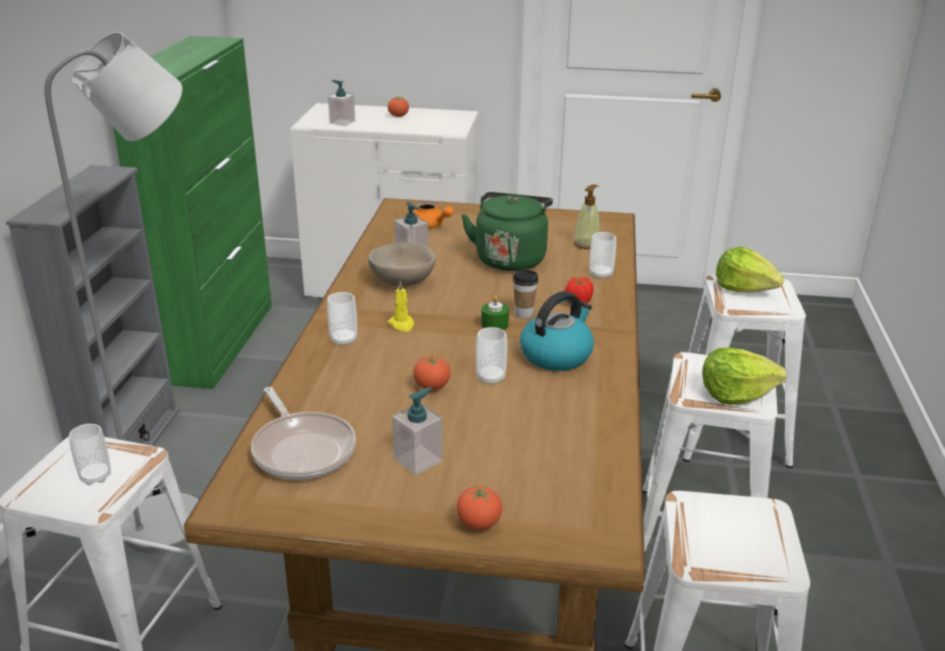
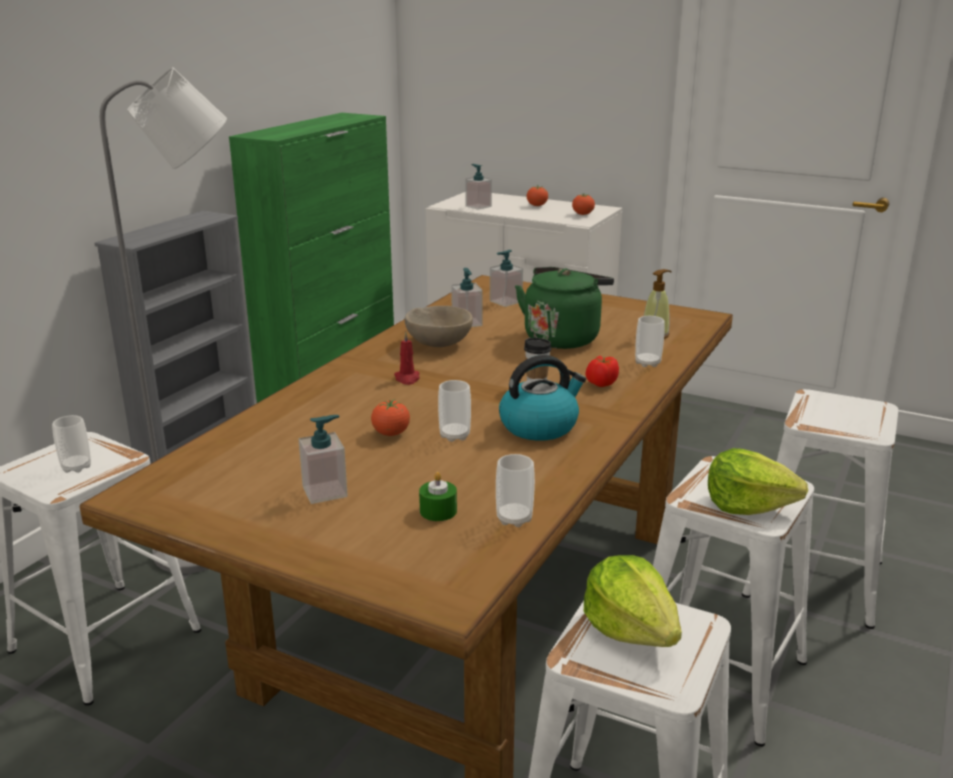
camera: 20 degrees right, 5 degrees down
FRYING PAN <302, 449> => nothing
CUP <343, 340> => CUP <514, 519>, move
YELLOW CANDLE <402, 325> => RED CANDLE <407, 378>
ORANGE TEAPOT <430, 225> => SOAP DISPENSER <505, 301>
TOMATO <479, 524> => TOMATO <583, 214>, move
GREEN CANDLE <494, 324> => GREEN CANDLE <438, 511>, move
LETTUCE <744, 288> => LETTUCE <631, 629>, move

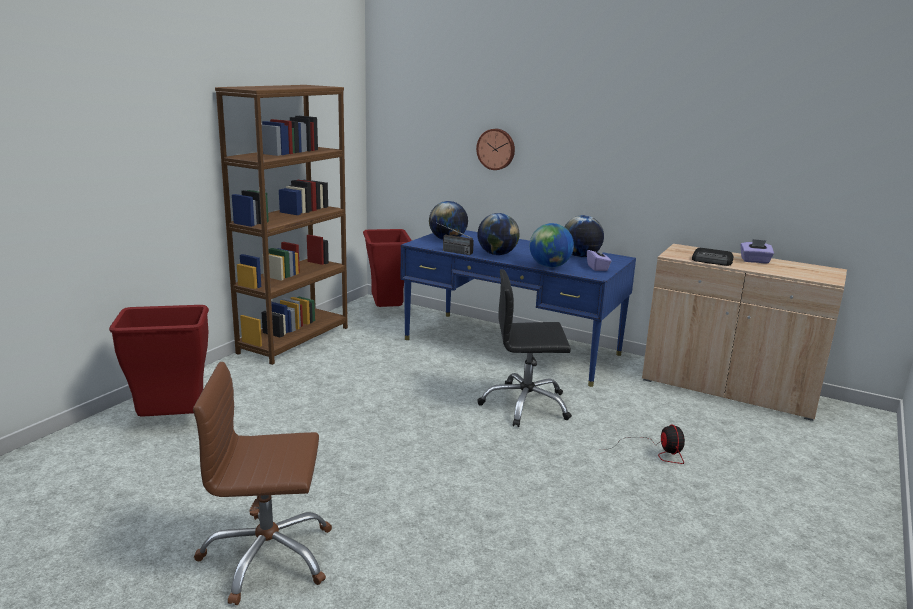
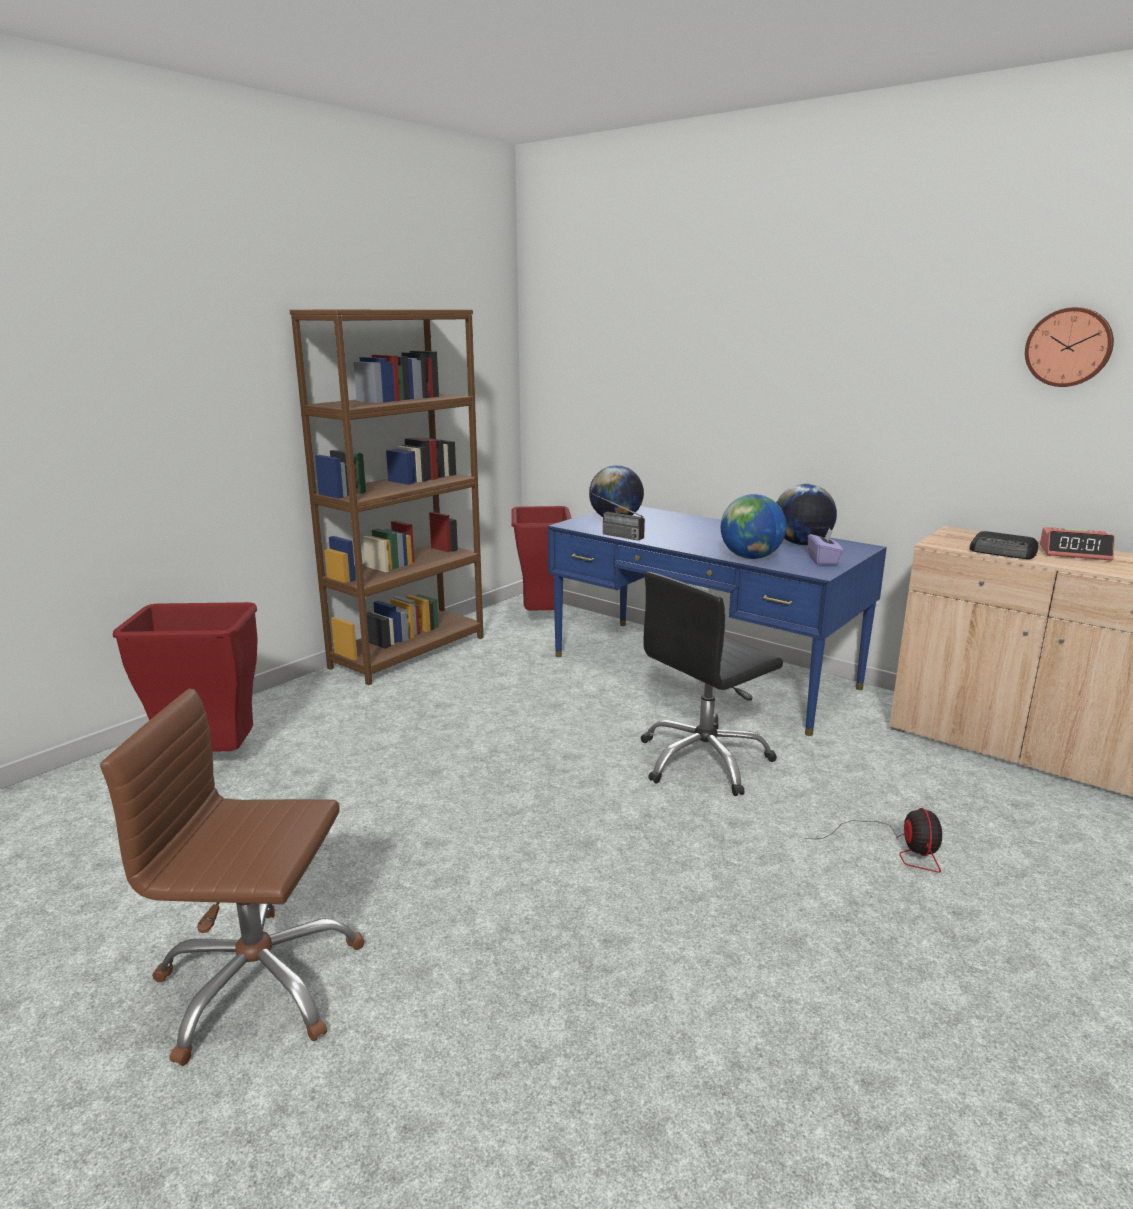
camera: 10 degrees right, 0 degrees up
WALL CLOCK <496, 149> => WALL CLOCK <1069, 347>, move
GLOBE <497, 254> => nothing
BLACK OFFICE CHAIR <525, 405> => BLACK OFFICE CHAIR <704, 760>, 45 degrees counterclockwise
PURPLE TISSUE BOX <755, 261> => ALARM CLOCK <1075, 553>

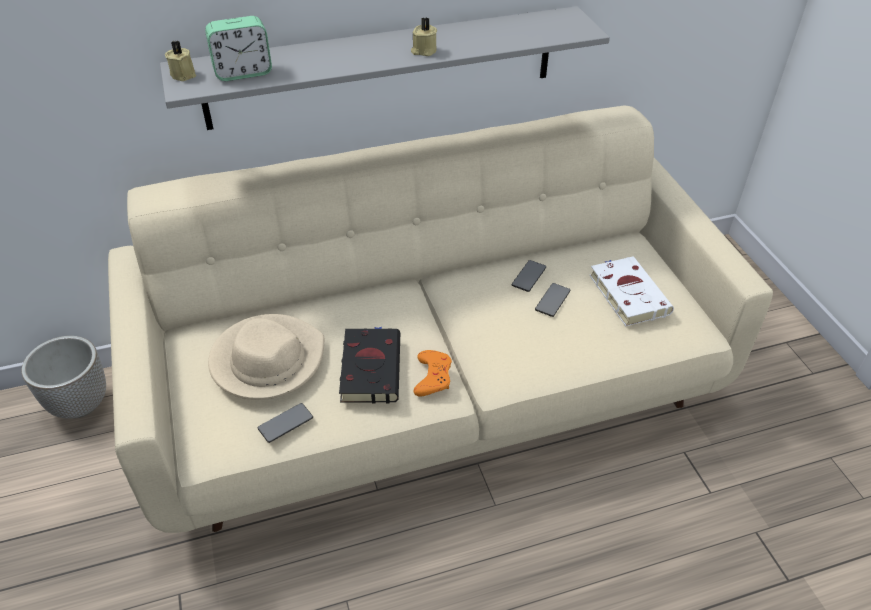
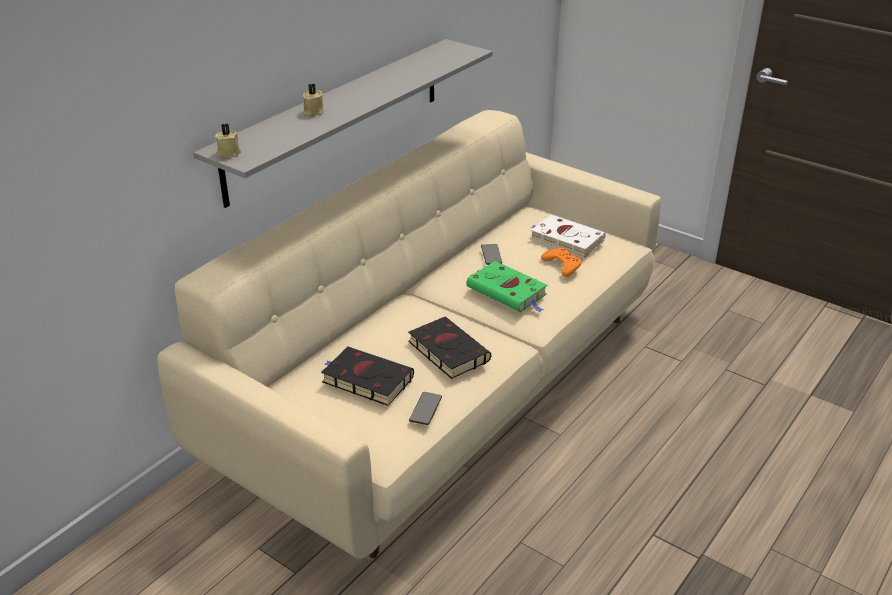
camera: 35 degrees left, 10 degrees down
PLANTER <81, 404> => nothing
ALARM CLOCK <243, 72> => nothing
BEIGE HAT <267, 360> => BLACK BOOK <365, 379>
BEIGE CANDLE <423, 51> => BEIGE CANDLE <312, 112>, move
ORANGE GAME CONTROLLER <433, 376> => ORANGE GAME CONTROLLER <562, 265>, move
PHONE <552, 300> => nothing
nothing => GREEN BOOK <508, 292>

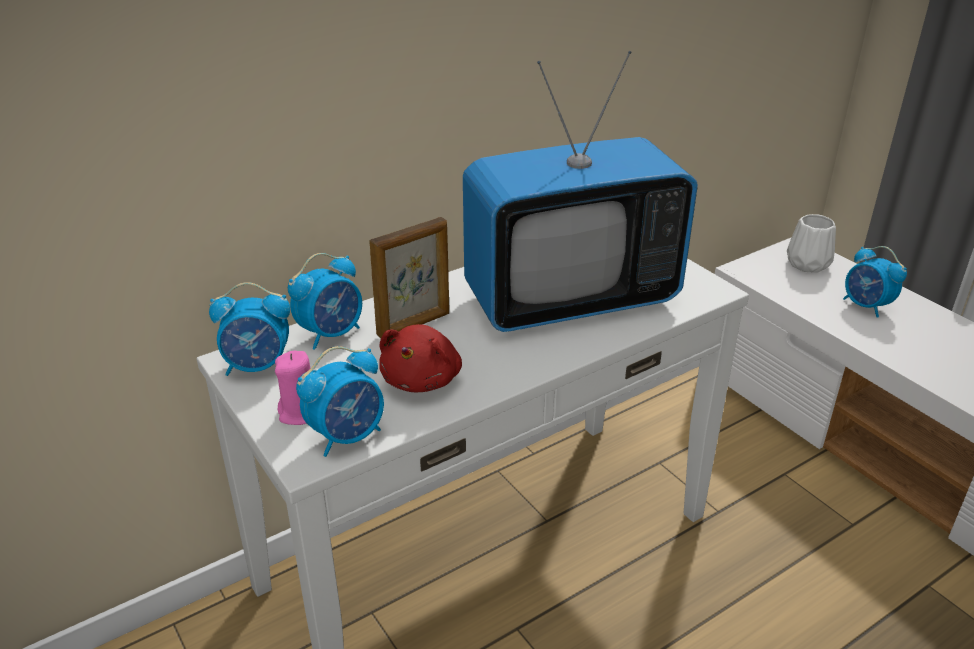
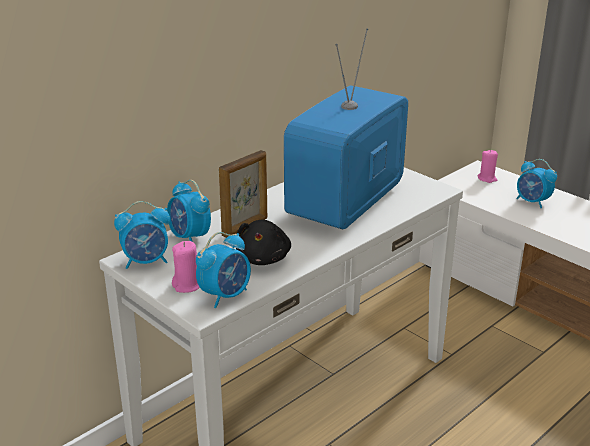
camera: 10 degrees left, 5 degrees down
ALARM CLOCK <331, 333> => ALARM CLOCK <189, 237>, 105 degrees clockwise
RED PLUSH TOY <423, 379> => BLACK PLUSH TOY <264, 258>
TELEVISION <570, 300> => TELEVISION <347, 203>, 150 degrees clockwise
WHITE VASE <806, 264> => PINK CANDLE <487, 178>

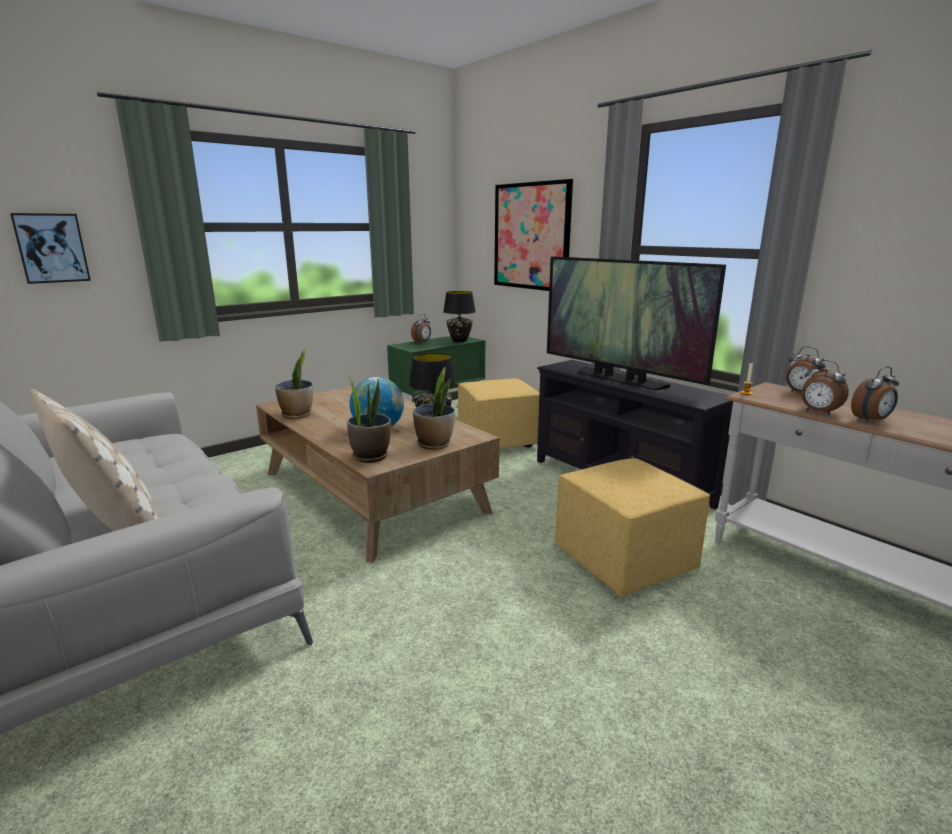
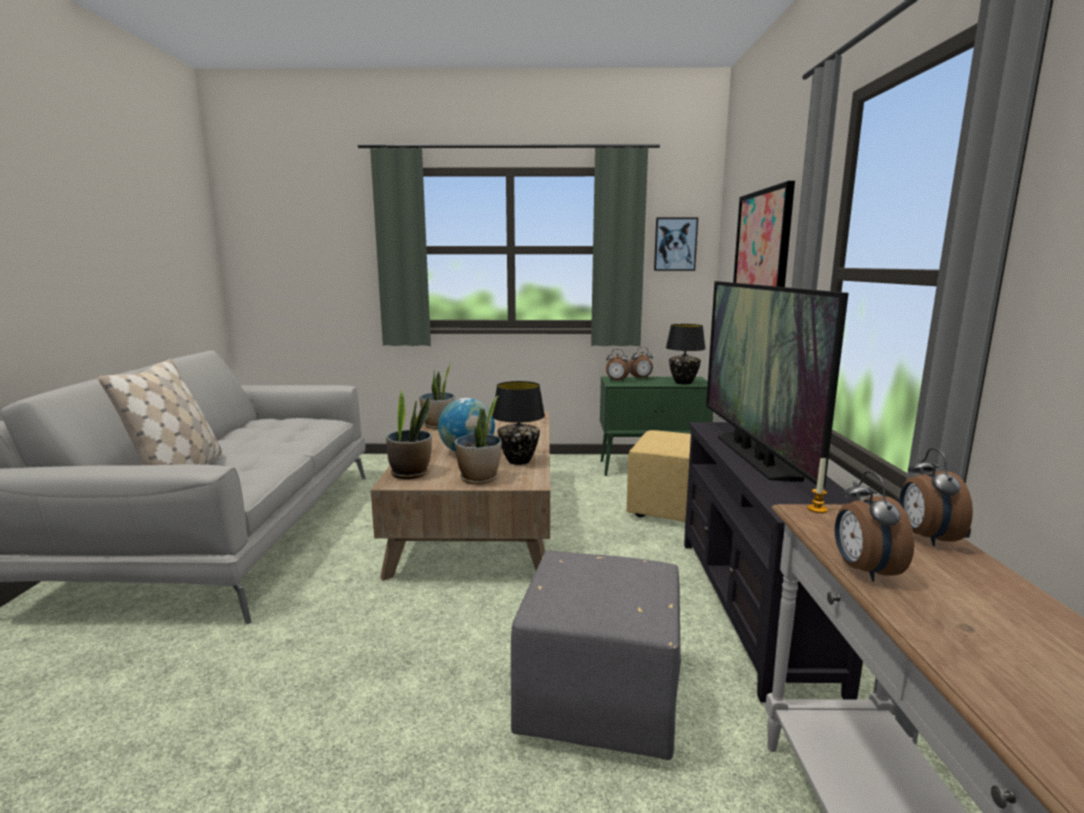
camera: 40 degrees right, 5 degrees down
PICTURE <51, 248> => PICTURE <675, 244>, move
YELLOW OTTOMAN <626, 561> => GREY OTTOMAN <601, 701>
ALARM CLOCK <871, 420> => ALARM CLOCK <616, 381>, move

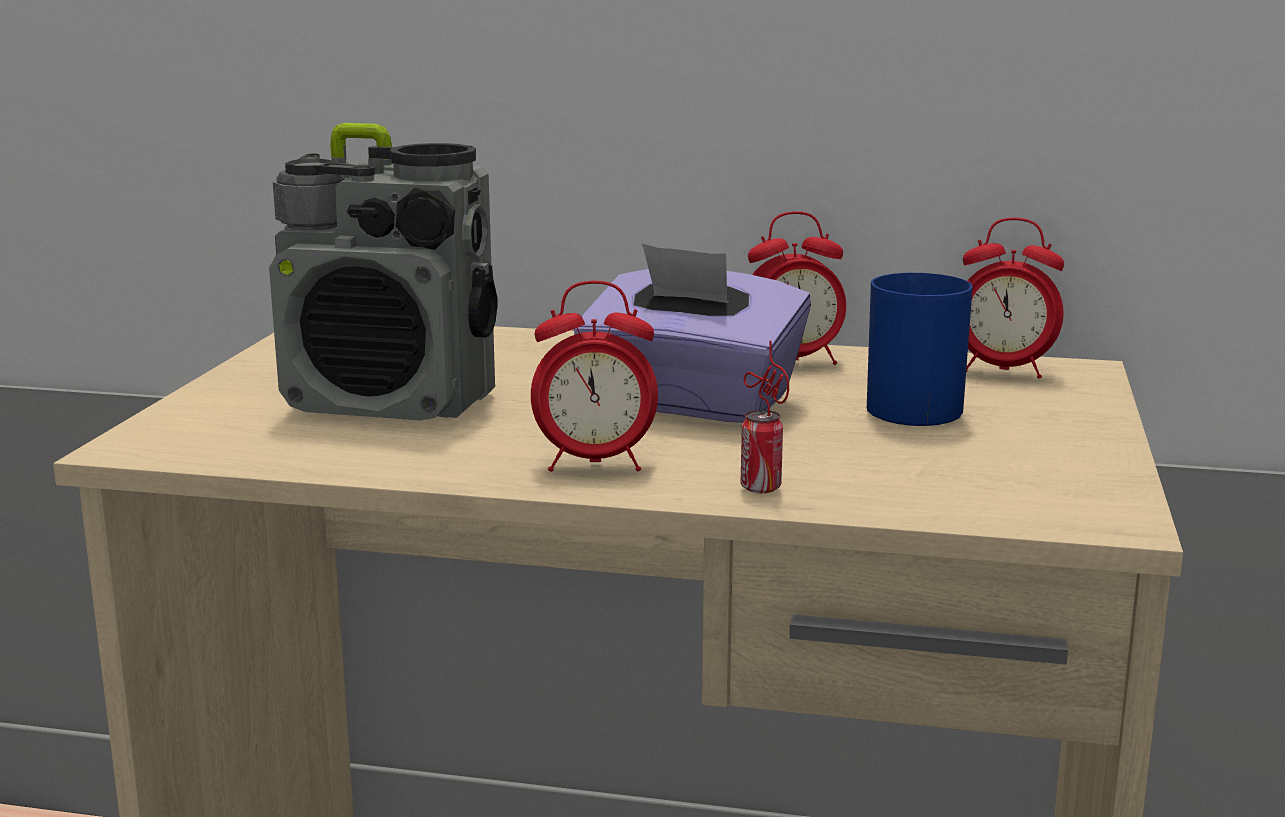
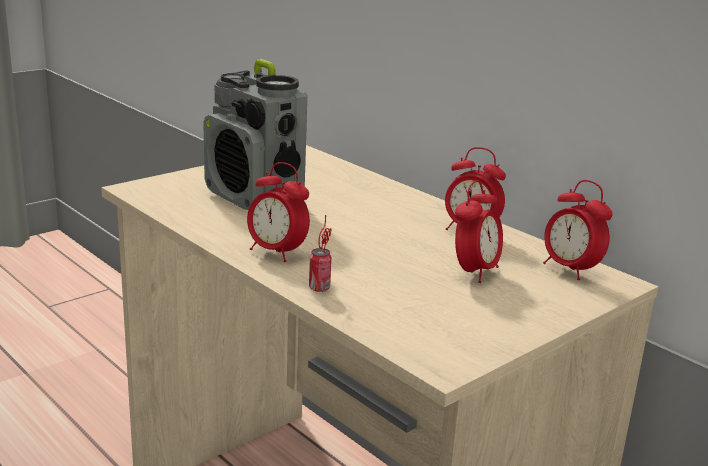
camera: 35 degrees right, 5 degrees up
PURPLE TISSUE BOX <690, 403> => nothing
BLUE MUG <908, 406> => ALARM CLOCK <475, 272>

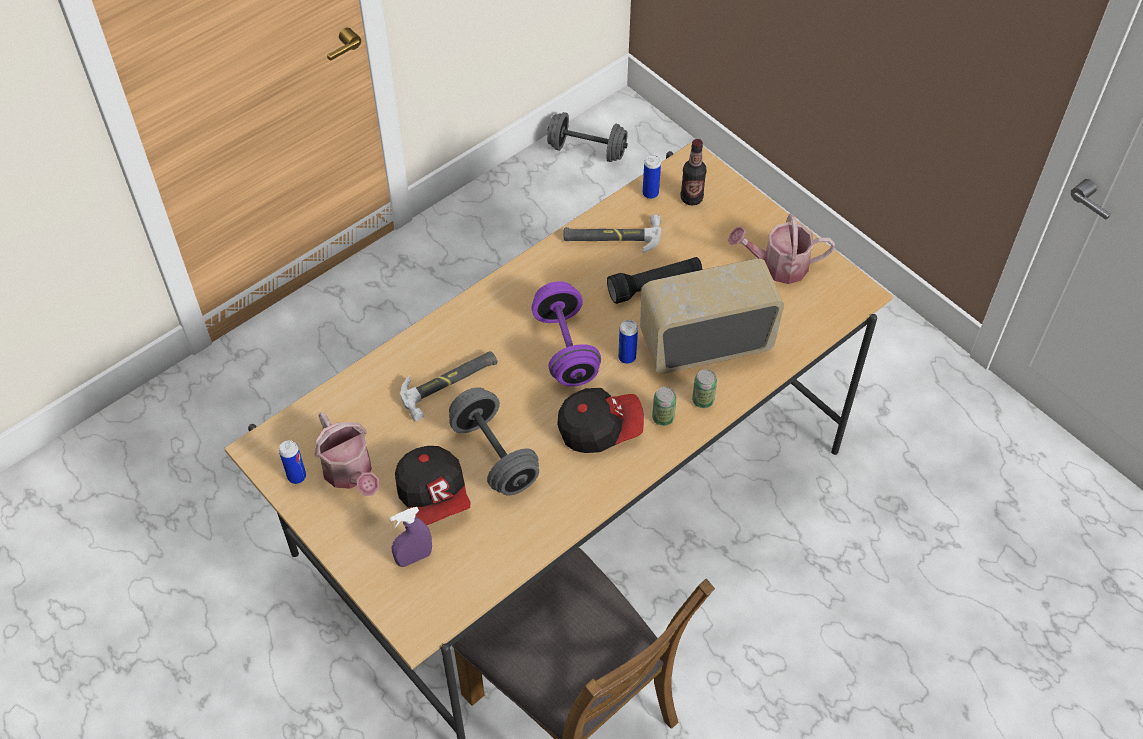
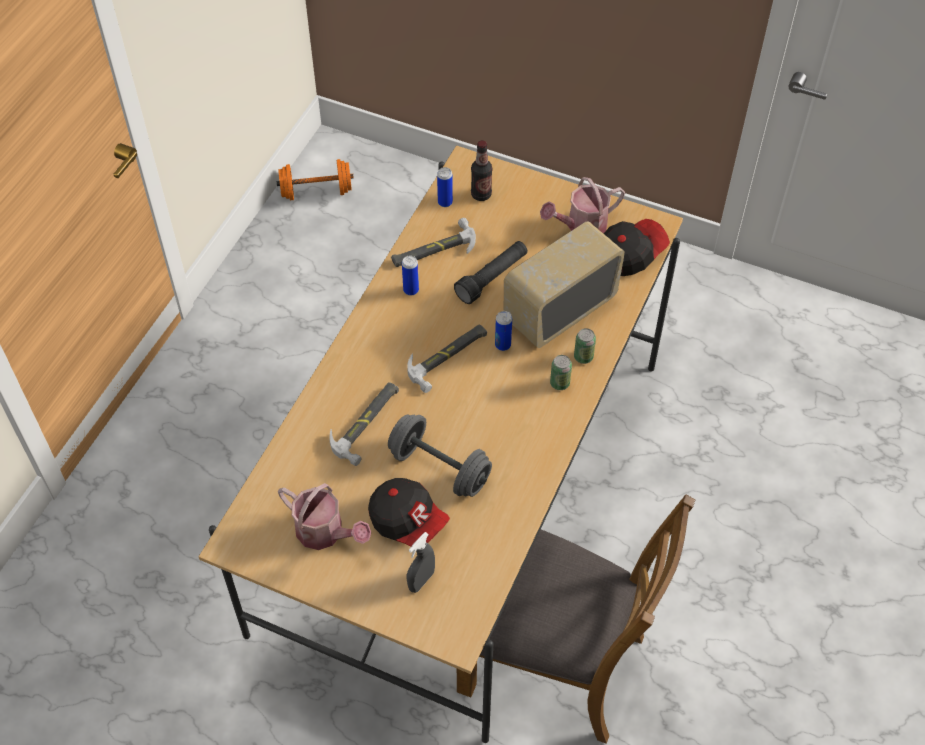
camera: 25 degrees left, 0 degrees up
CAN <297, 476> => CAN <411, 290>, move
PURPLE SPRAY BOTTLE <414, 558> => GREY SPRAY BOTTLE <421, 580>
PURPLE DUMBBELL <565, 348> => HAMMER <448, 357>
GREY DUMBBELL <587, 150> => ORANGE DUMBBELL <316, 192>
CAP <599, 428> => CAP <630, 254>, move

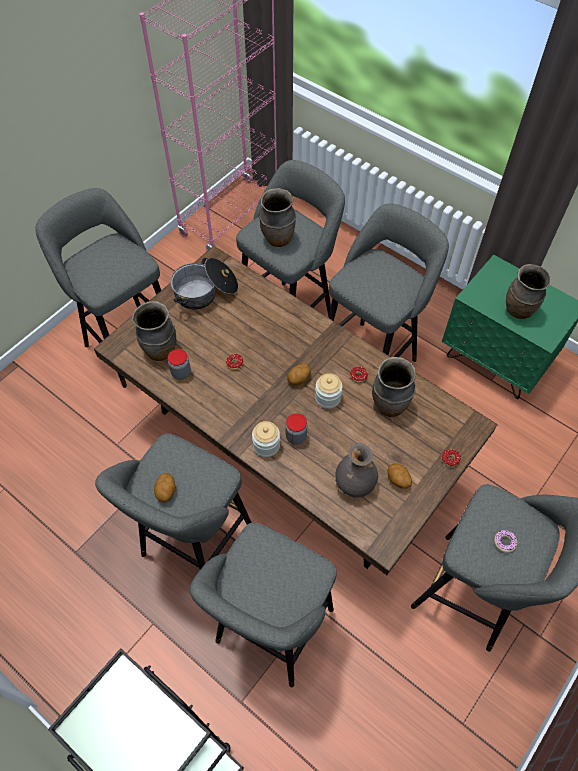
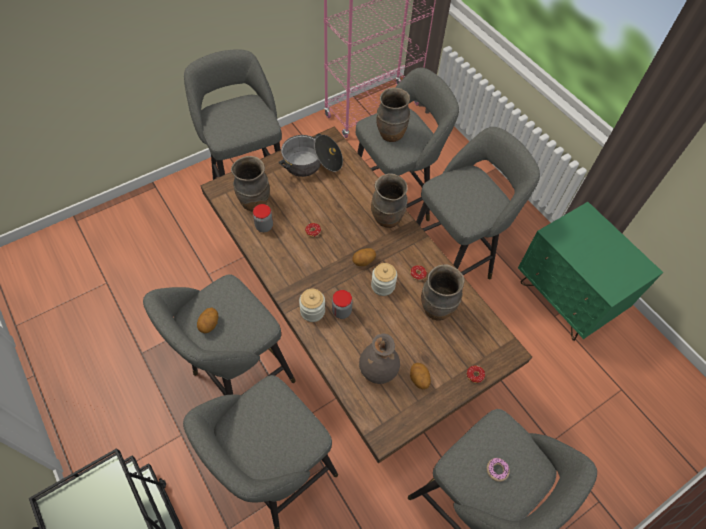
camera: 15 degrees right, 0 degrees up
BROWN VASE <519, 310> => BROWN VASE <387, 219>, move

